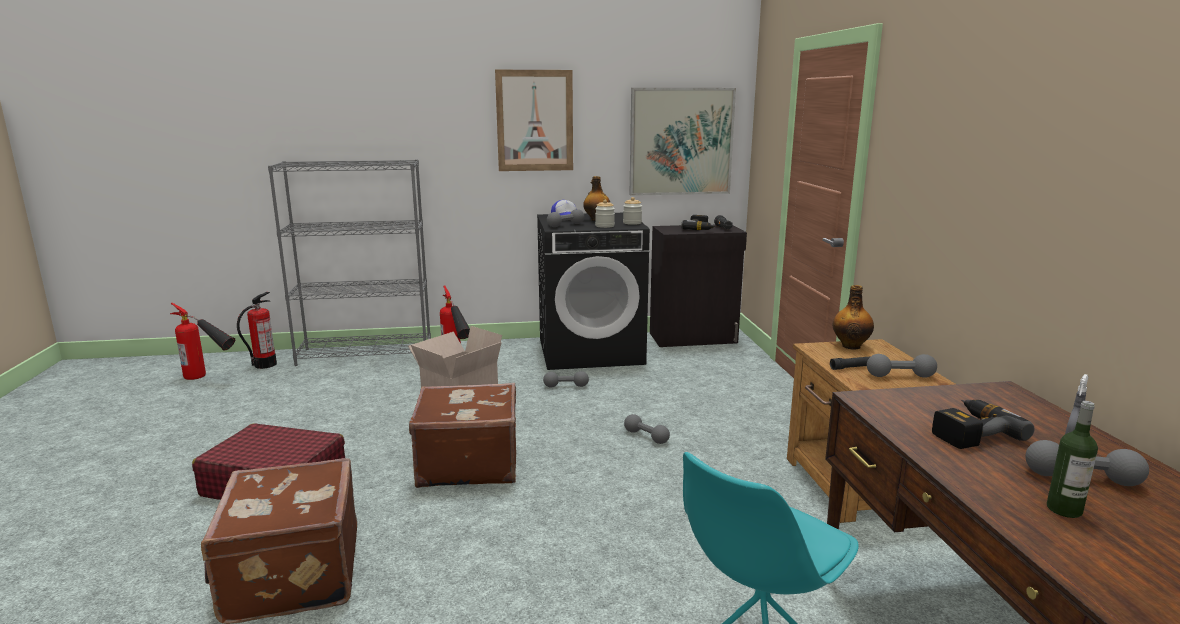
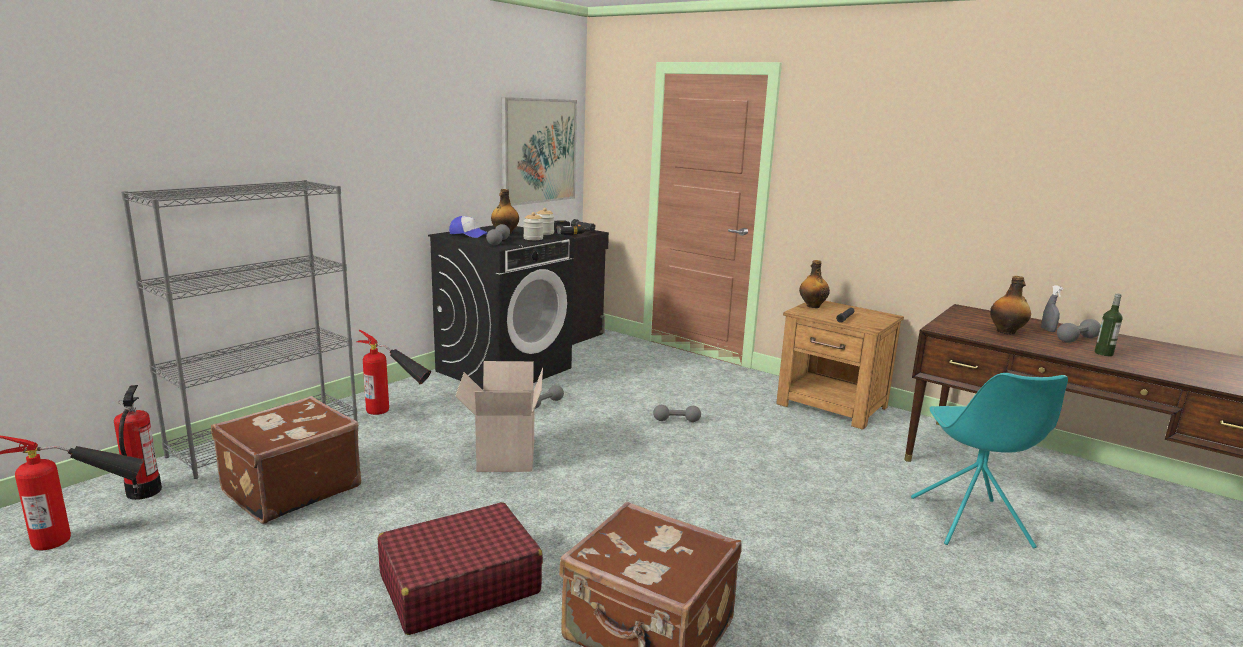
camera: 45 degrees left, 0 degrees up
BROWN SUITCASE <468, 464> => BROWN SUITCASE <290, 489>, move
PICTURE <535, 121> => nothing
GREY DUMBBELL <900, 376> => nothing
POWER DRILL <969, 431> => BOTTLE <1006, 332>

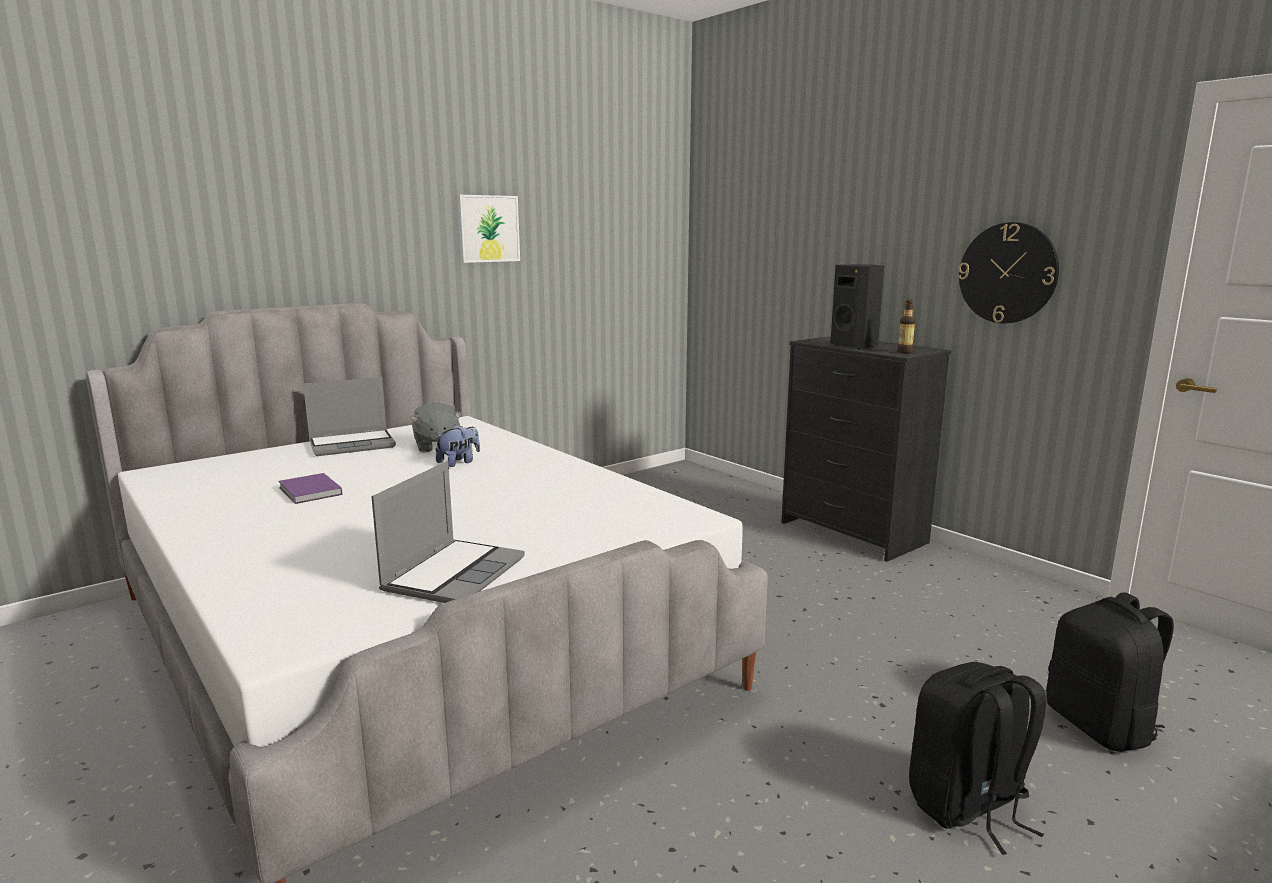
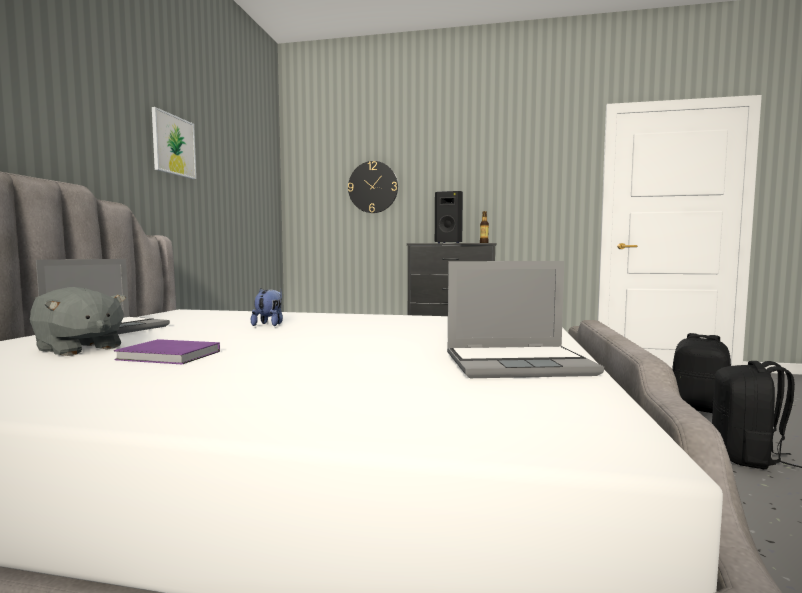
camera: 40 degrees left, 10 degrees down
LAPTOP <454, 573> => LAPTOP <519, 364>, 105 degrees clockwise
GREY PLUSH TOY <437, 446> => GREY PLUSH TOY <78, 349>, move
WALL CLOCK <1007, 273> => WALL CLOCK <373, 187>, move

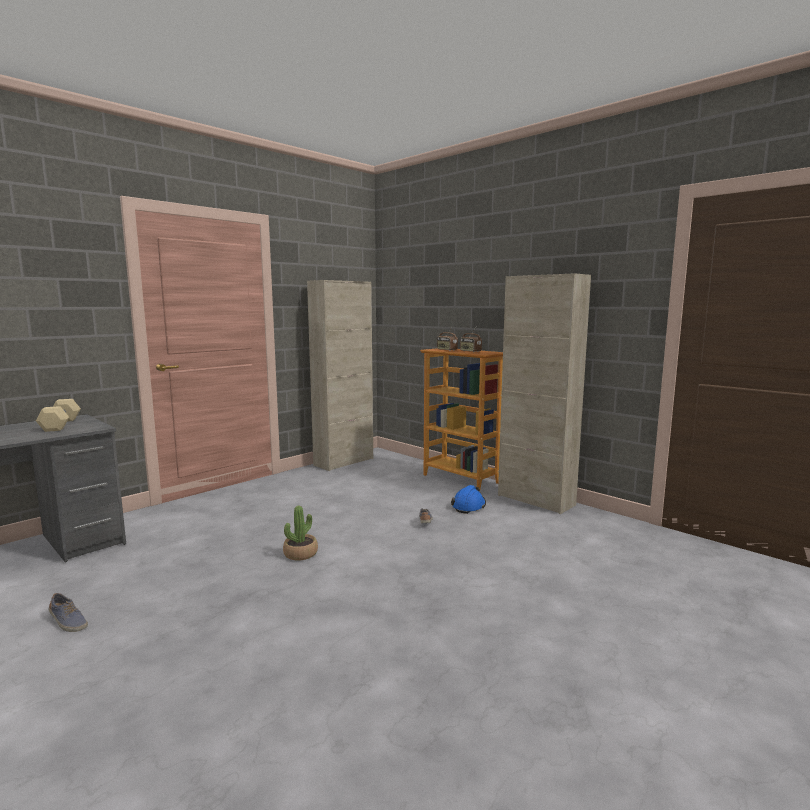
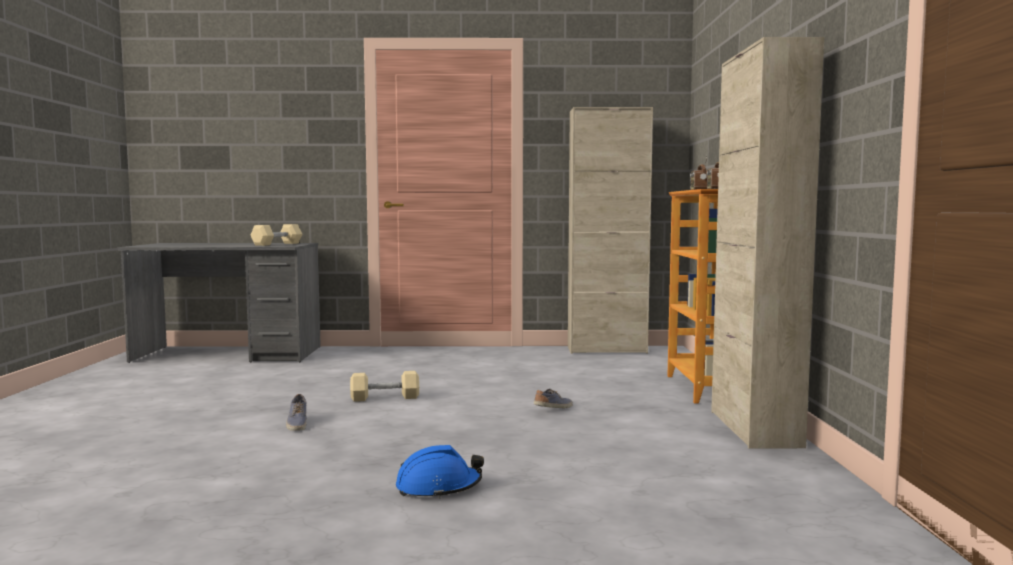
camera: 45 degrees right, 5 degrees down
SHOE <67, 622> => SHOE <297, 423>, move
POTTED PLANT <300, 554> => BEIGE DUMBBELL <385, 398>
BLUE HARD HAT <469, 506> => BLUE HARD HAT <438, 488>, move

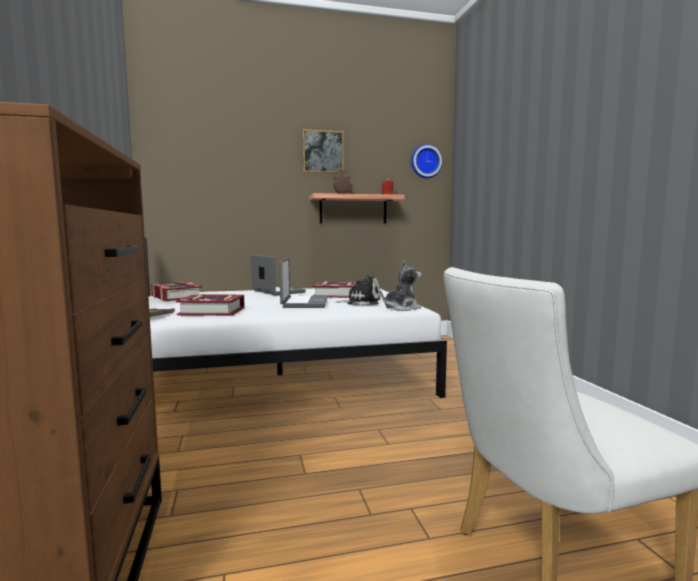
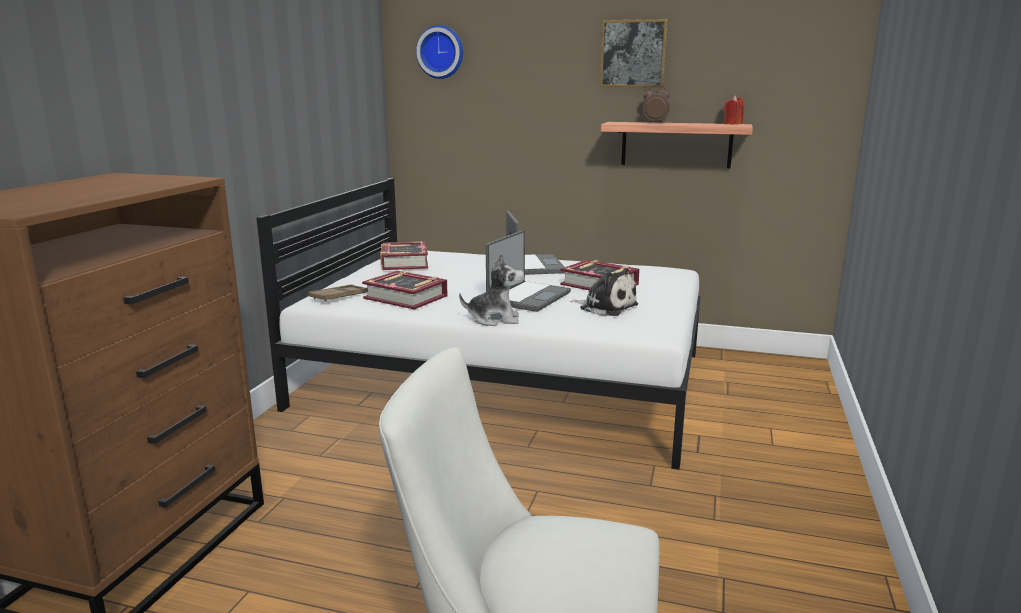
camera: 30 degrees right, 10 degrees up
PLUSH TOY <401, 308> => PLUSH TOY <494, 319>, move
WALL CLOCK <425, 161> => WALL CLOCK <441, 52>, move

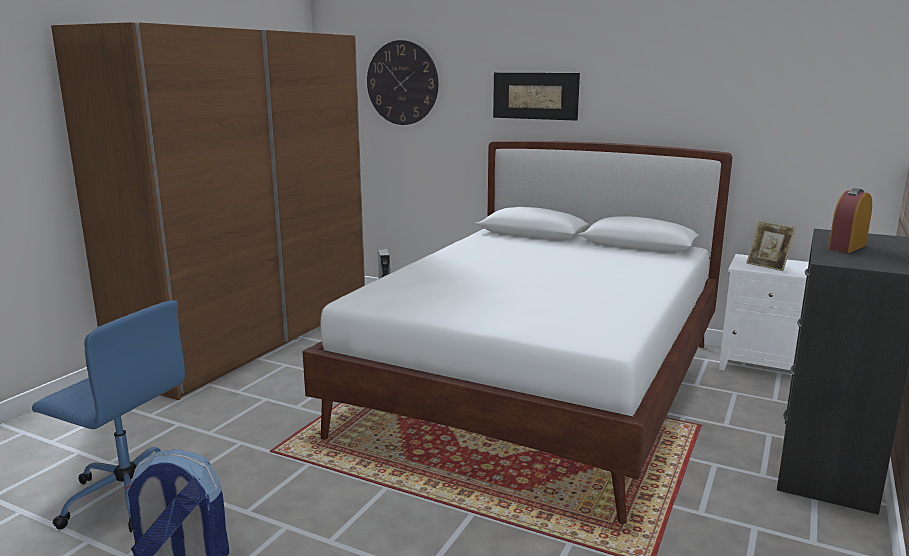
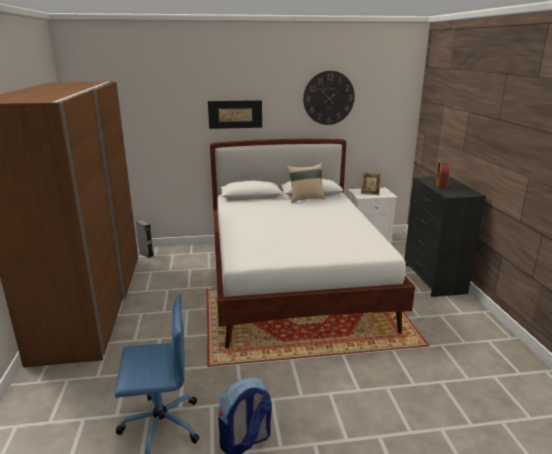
camera: 35 degrees left, 5 degrees up
WALL CLOCK <402, 83> => WALL CLOCK <328, 98>, move
nothing => BEIGE PILLOW <305, 199>

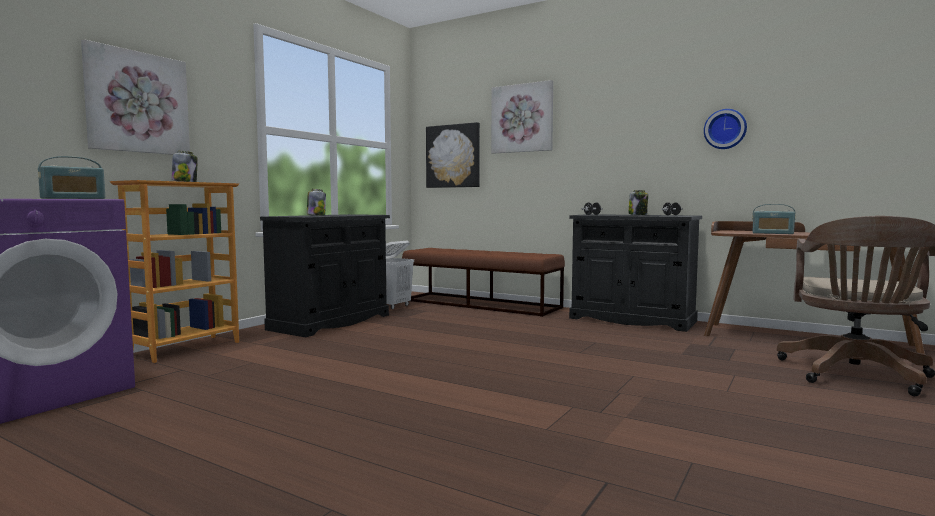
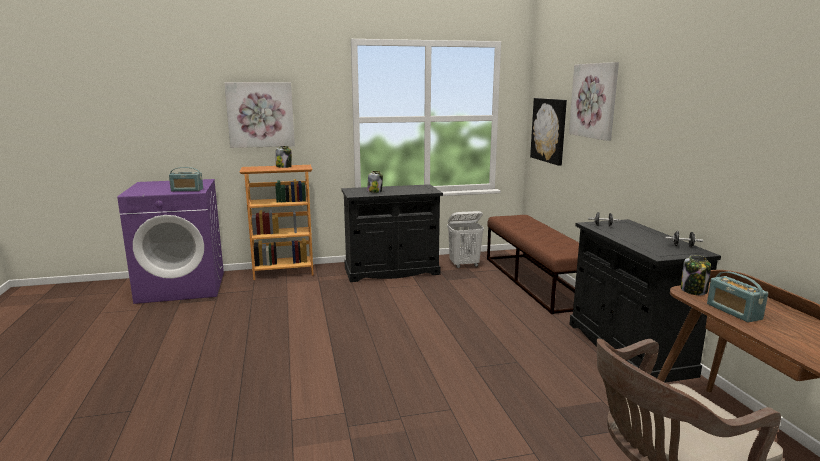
camera: 45 degrees right, 10 degrees up
JAR <638, 214> => JAR <694, 290>, move
WALL CLOCK <725, 129> => nothing

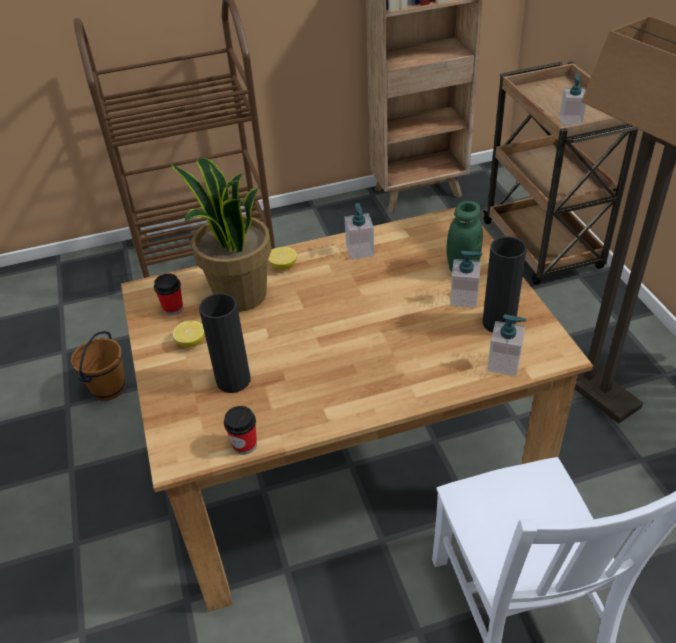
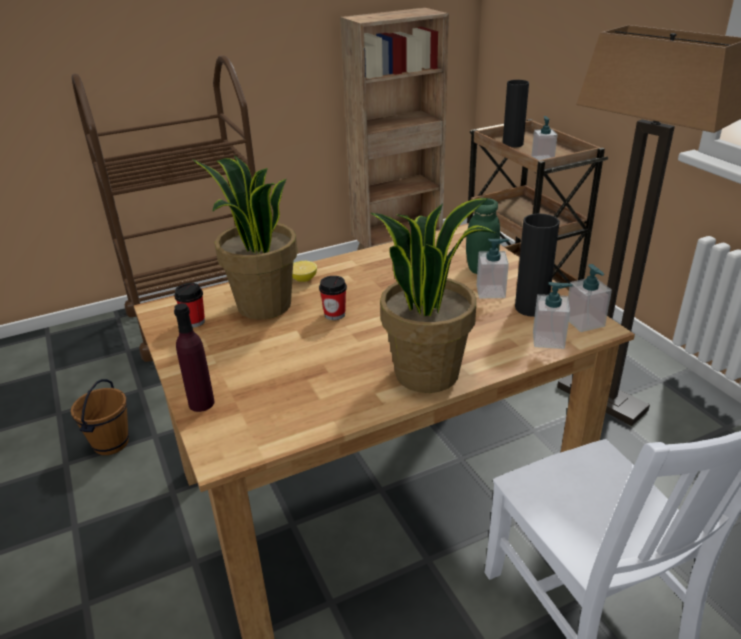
camera: 10 degrees left, 10 degrees down
LEMON <191, 342> => nothing
BLACK VASE <233, 380> => BLACK VASE <512, 144>, move
CUP <244, 445> => CUP <334, 314>, move
SOAP DISPENSER <360, 251> => SOAP DISPENSER <584, 322>, move
nothing => PURPLE BOTTLE <201, 403>
nothing => POTTED PLANT <427, 372>

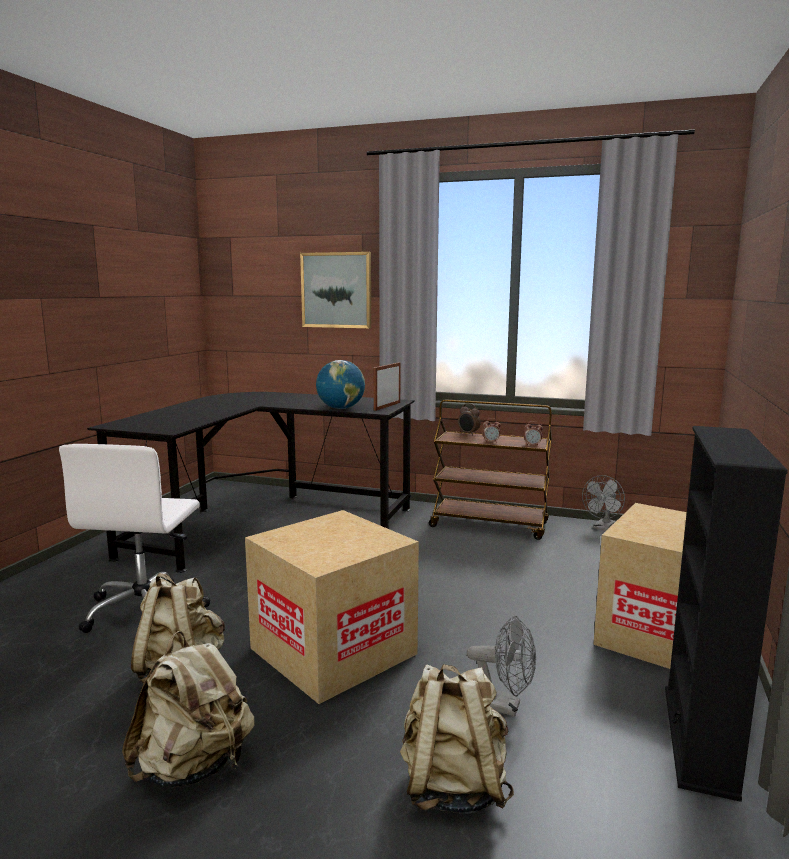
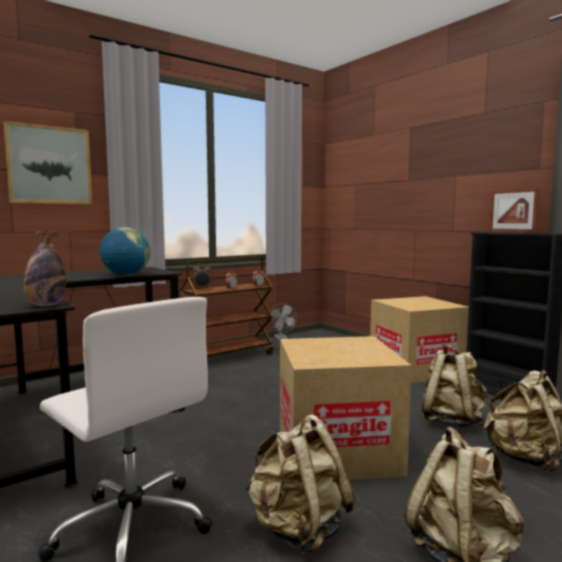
camera: 55 degrees left, 5 degrees down
PICTURE FRAME <387, 406> => PICTURE FRAME <511, 232>, move
GREY FAN <504, 706> => BEIGE BACKPACK <452, 421>
nothing => BOTTLE <46, 305>

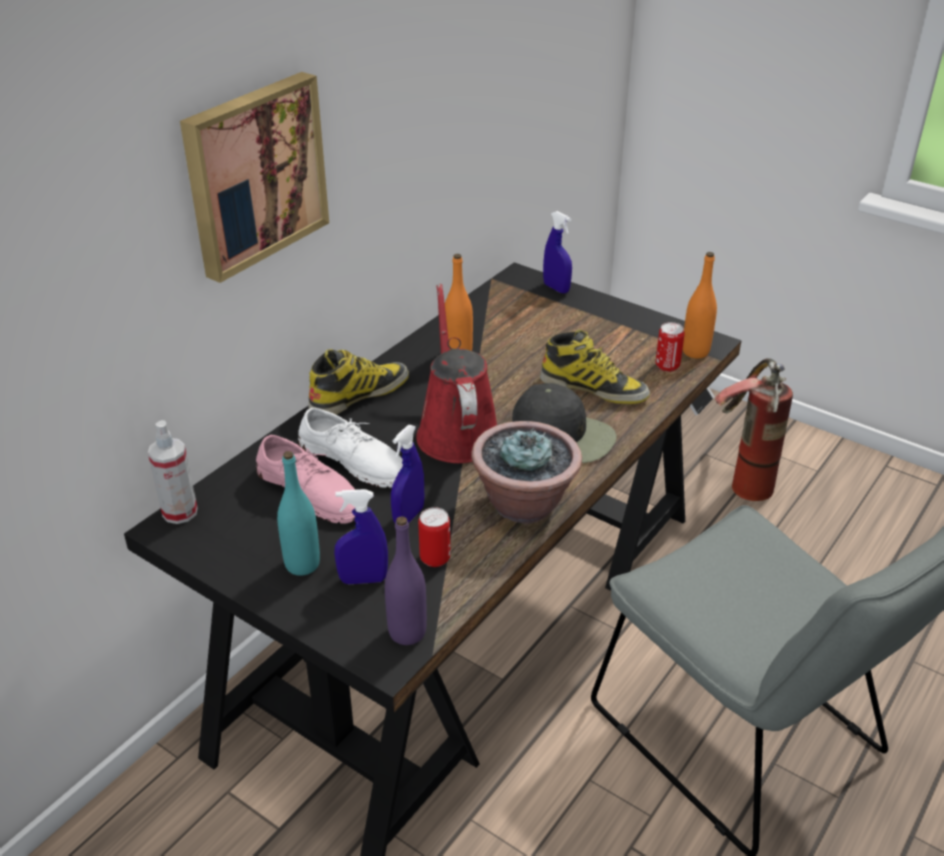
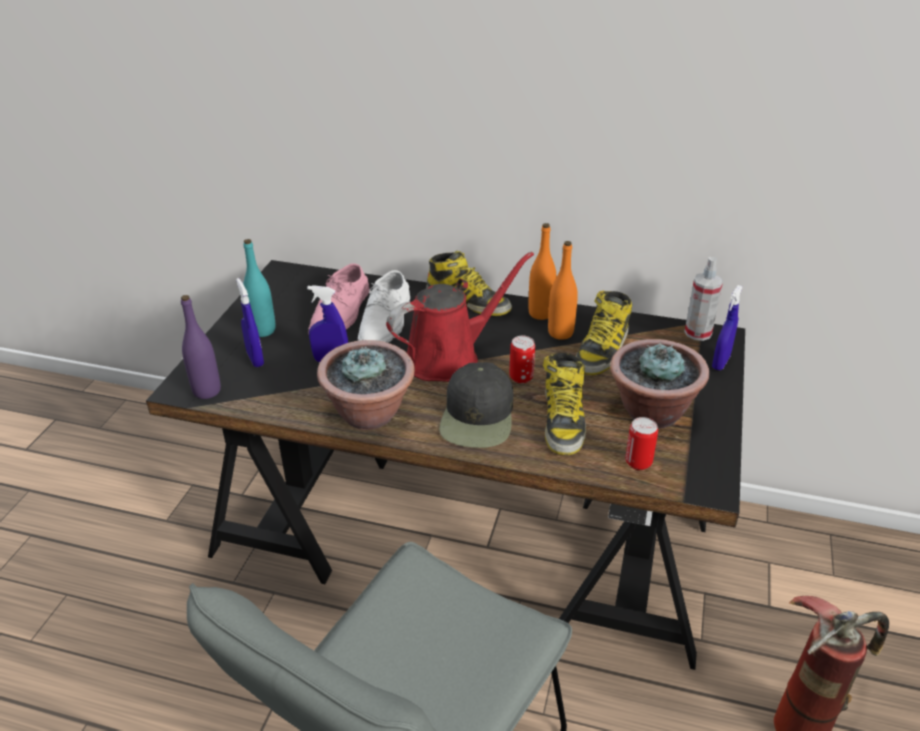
camera: 70 degrees right, 0 degrees up
SPRAY BOTTLE <180, 512> => SPRAY BOTTLE <698, 333>, move
PICTURE <253, 174> => nothing
CAN <435, 558> => CAN <521, 377>, move
ORANGE BOTTLE <695, 351> => ORANGE BOTTLE <540, 313>, move
nothing => BOOT <602, 350>
nothing => POTTED PLANT <651, 412>

